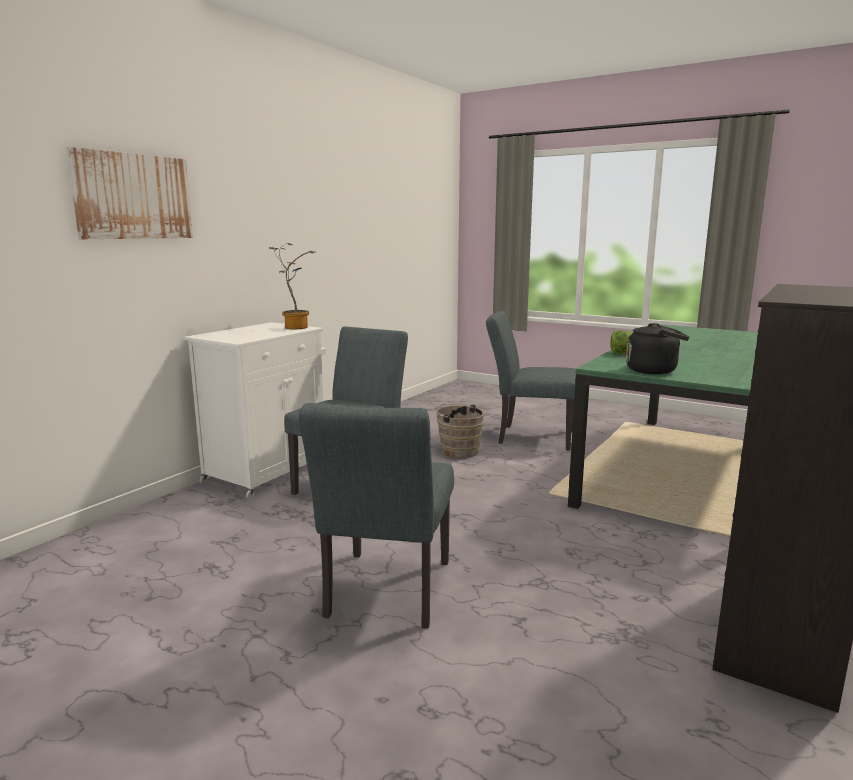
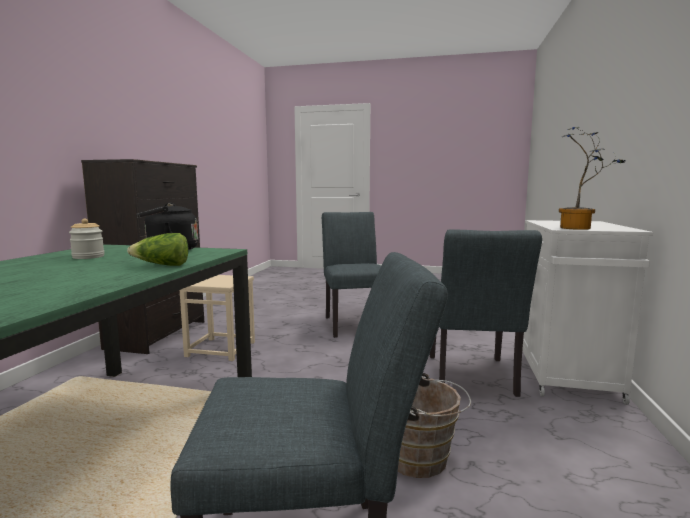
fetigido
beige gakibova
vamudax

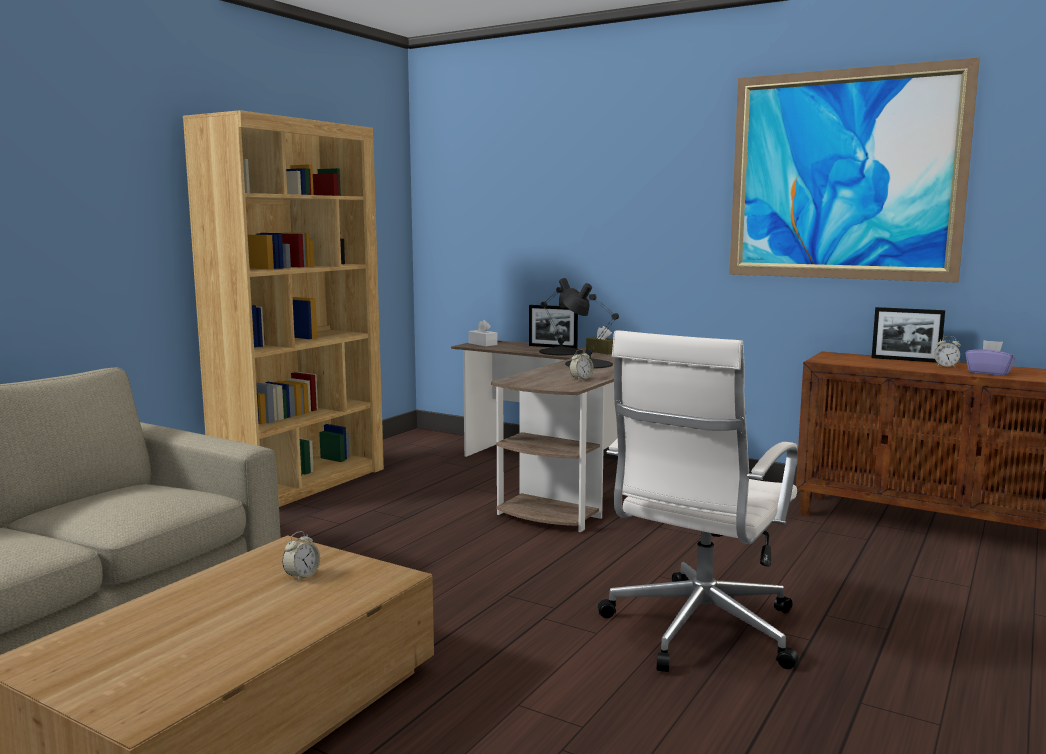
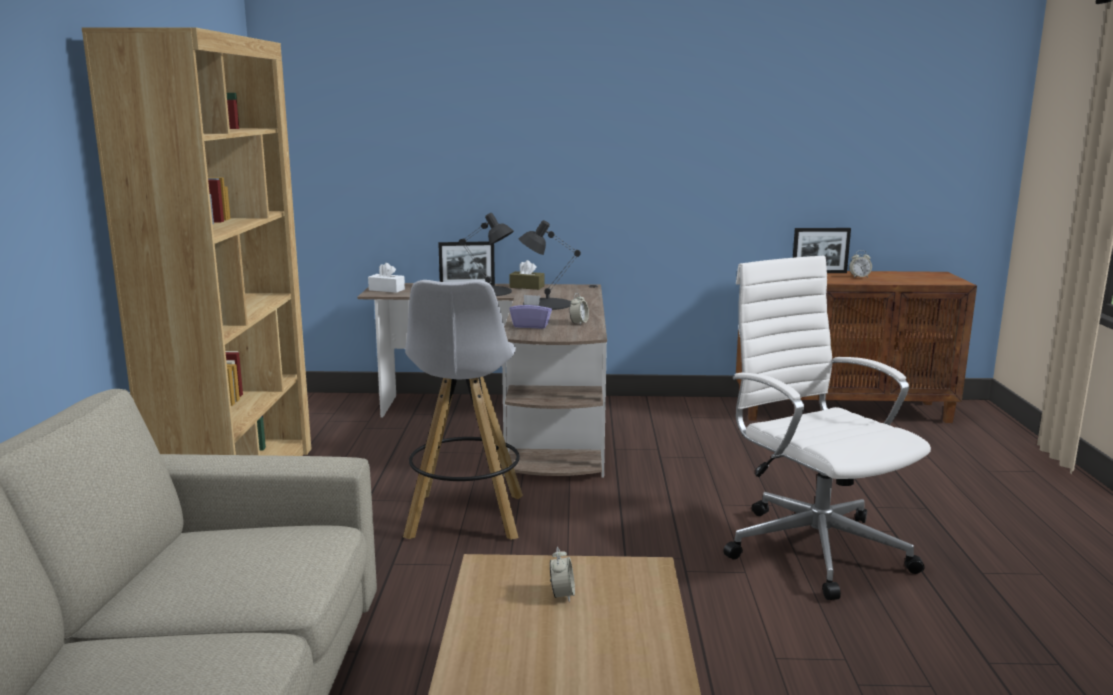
white gakibova
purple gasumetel
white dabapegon
vamudax

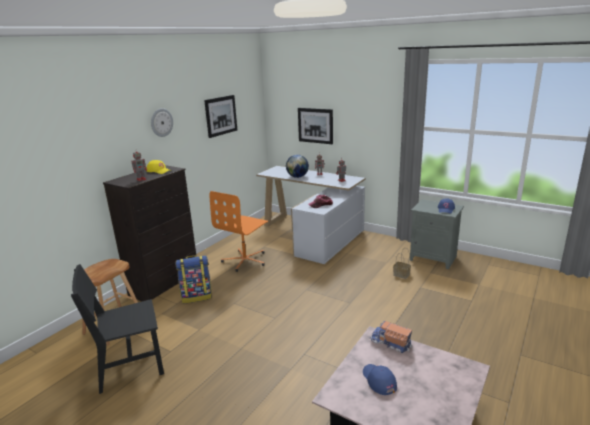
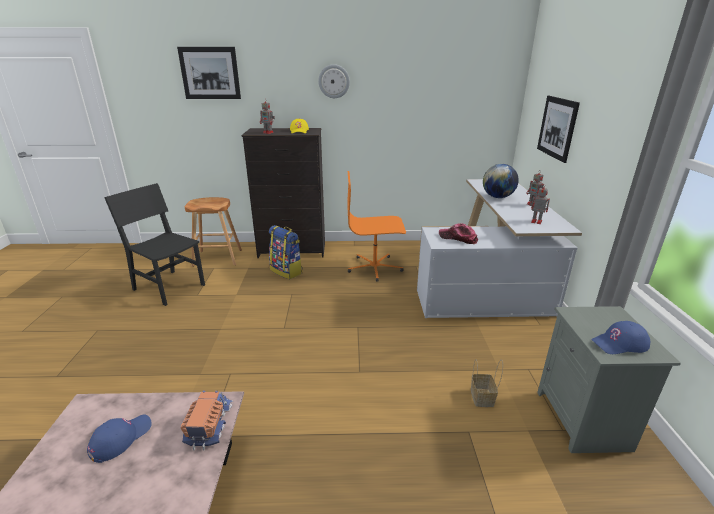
vamudax (1st from left)

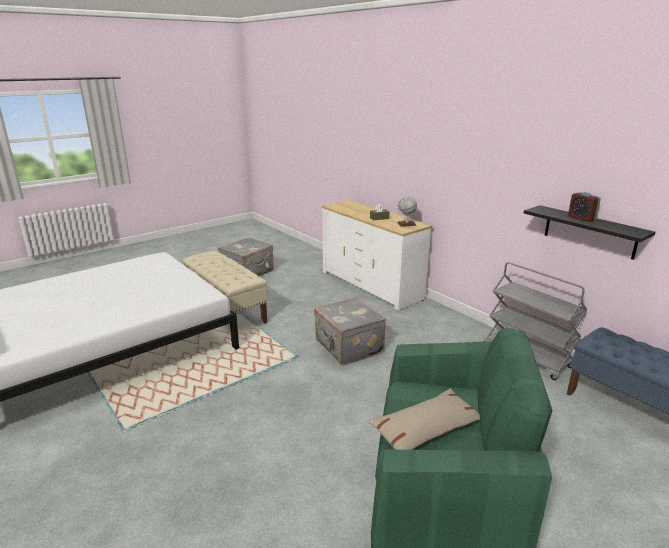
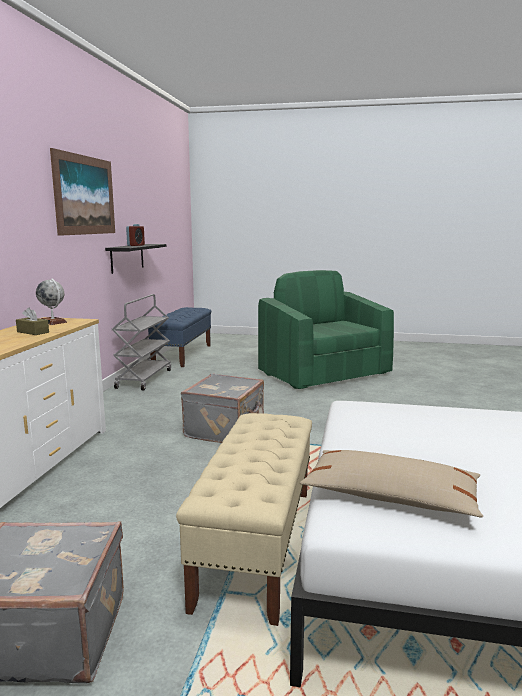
vamudax
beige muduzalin

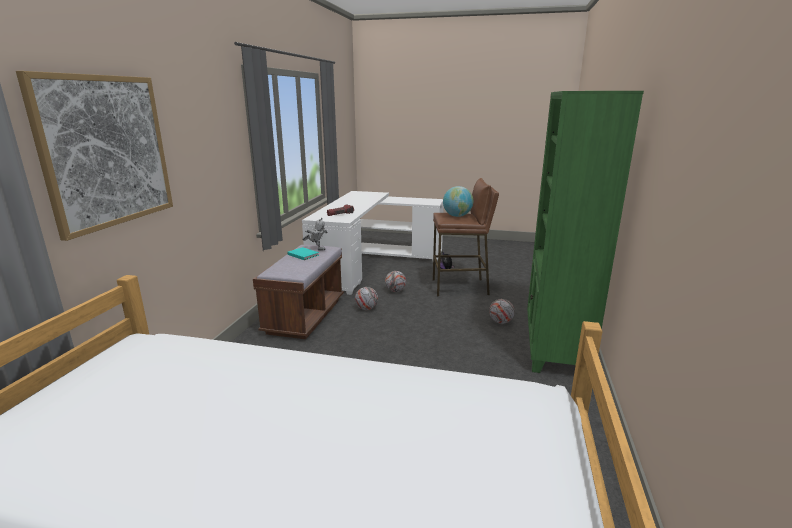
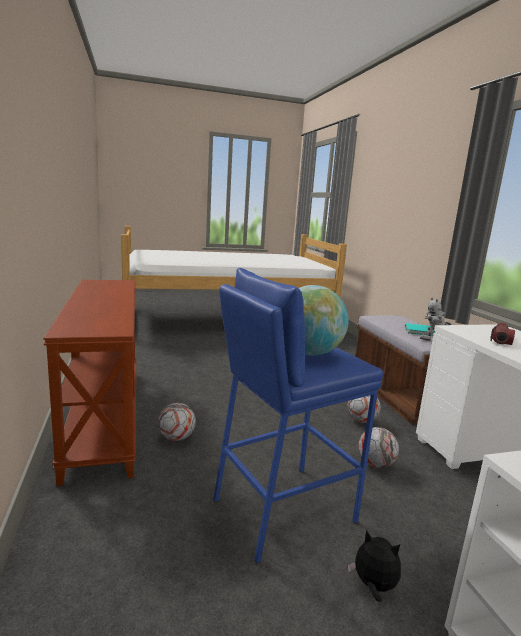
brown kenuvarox
blue gakibova
vamudax

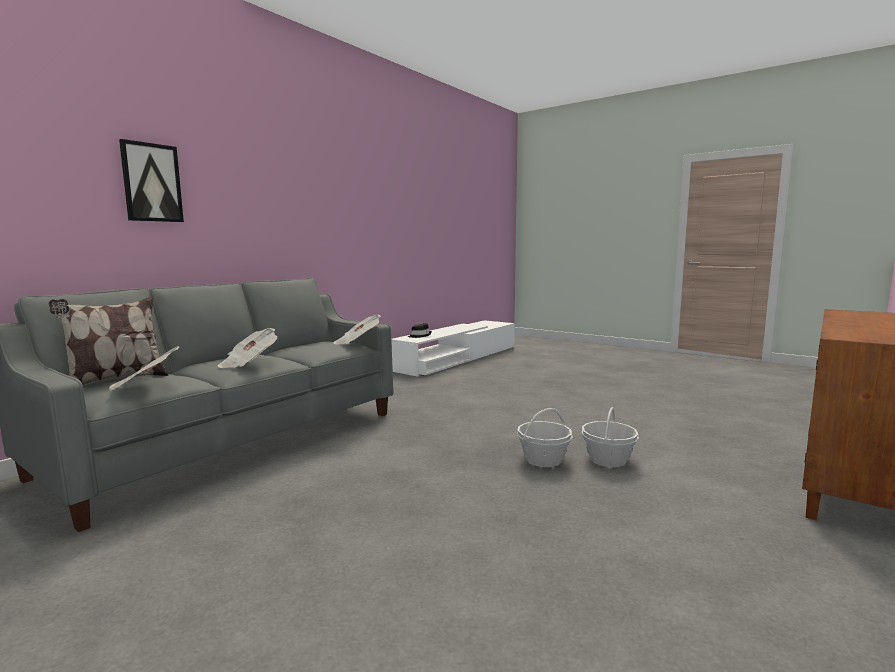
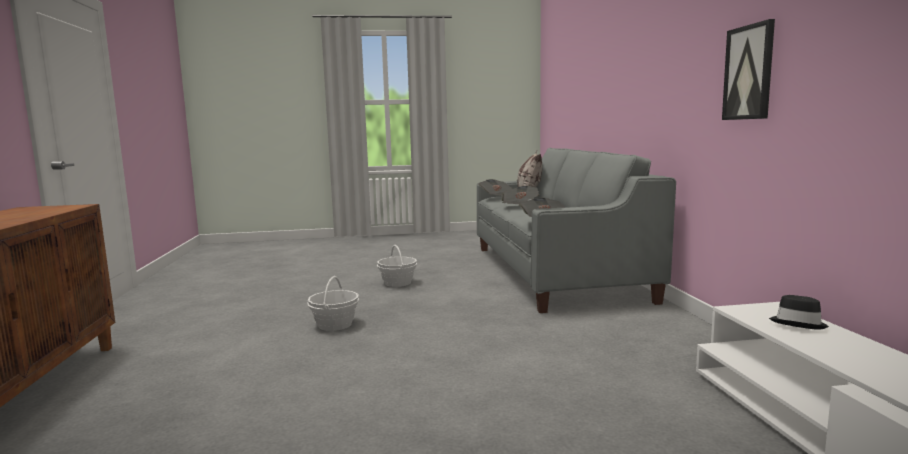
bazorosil (2nd from left)
vamudax

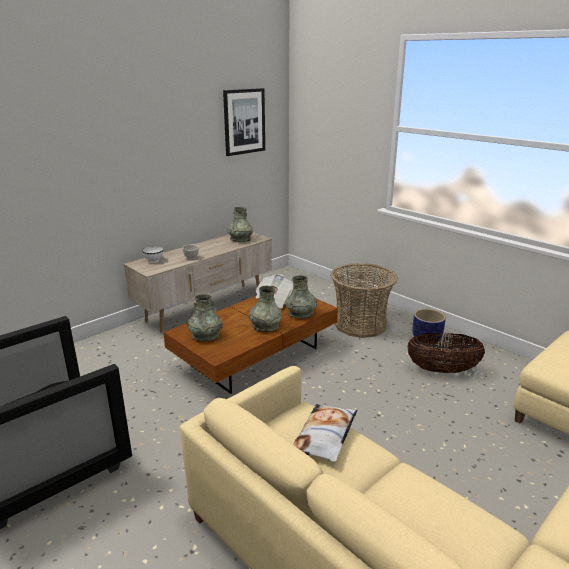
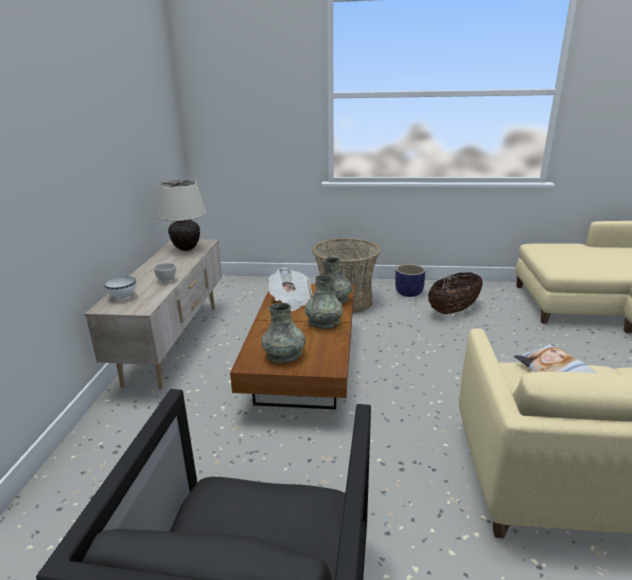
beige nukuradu
vamudax

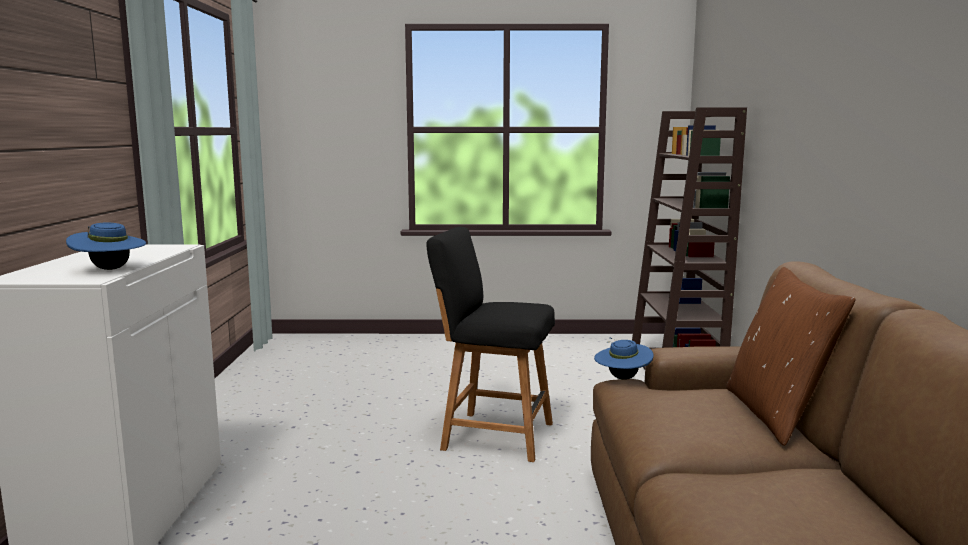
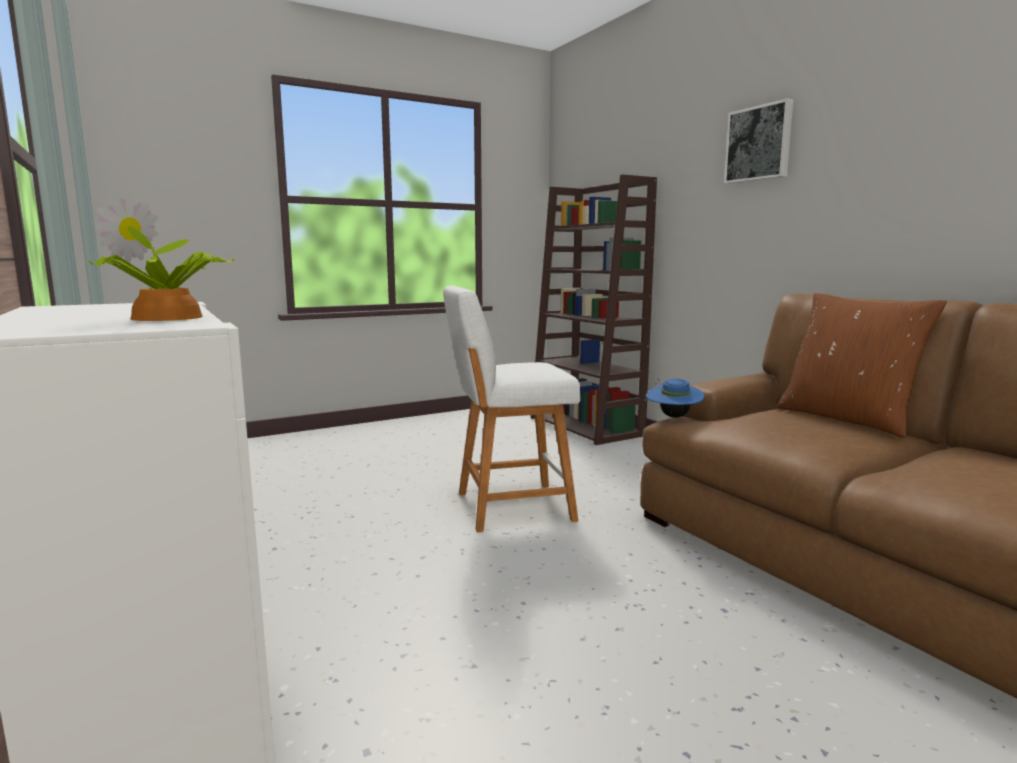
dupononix
white gakibova
vamudax

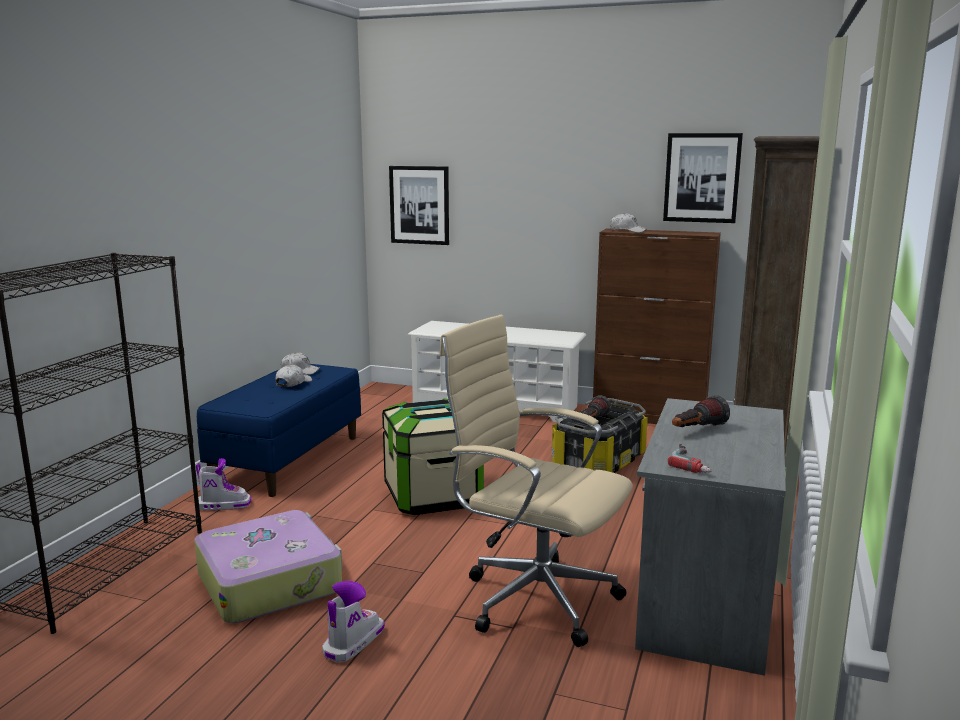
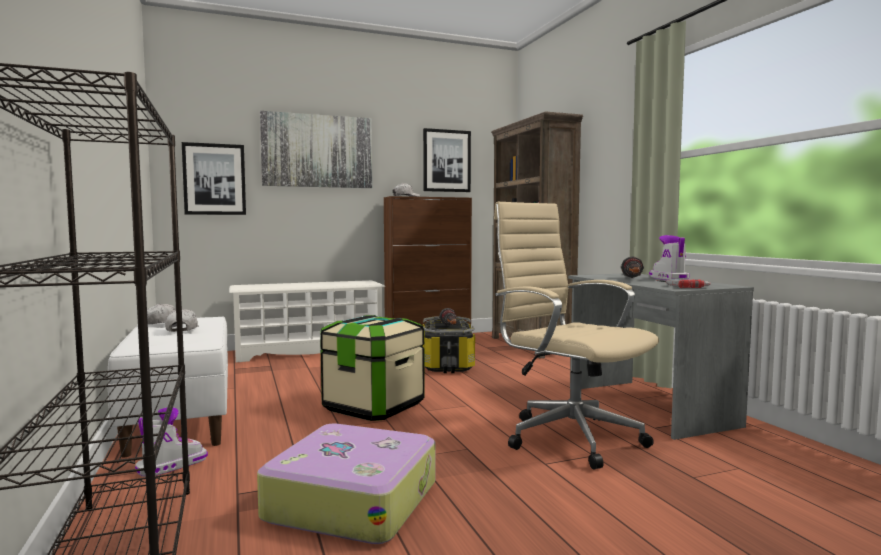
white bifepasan
vamudax (2nd from left)
beige dabapegon
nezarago (2nd from left)

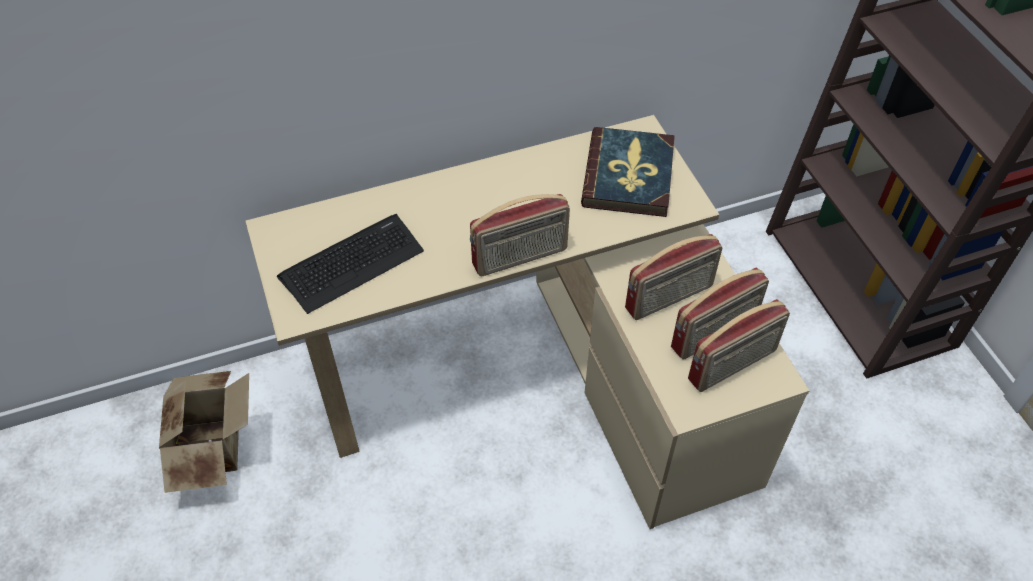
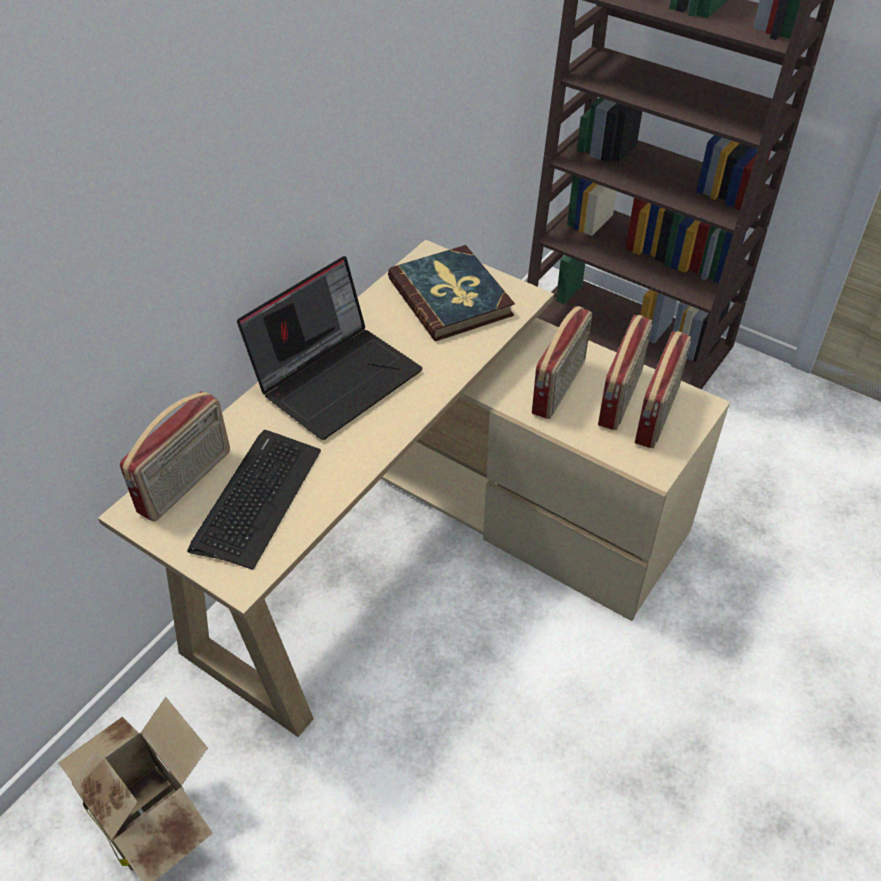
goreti (1st from left)
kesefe

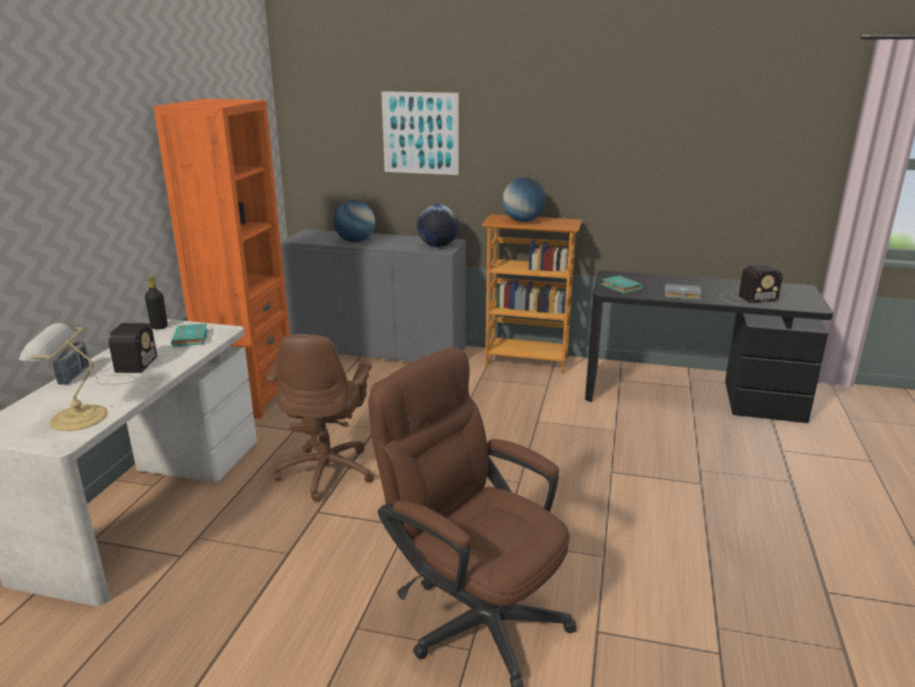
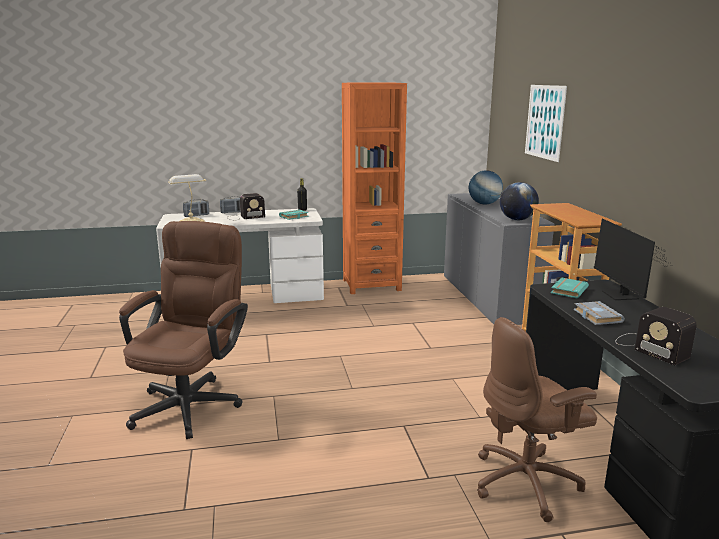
goreti (1st from left)
brown dabapegon (2nd from left)
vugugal
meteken (3rd from left in the first image)

